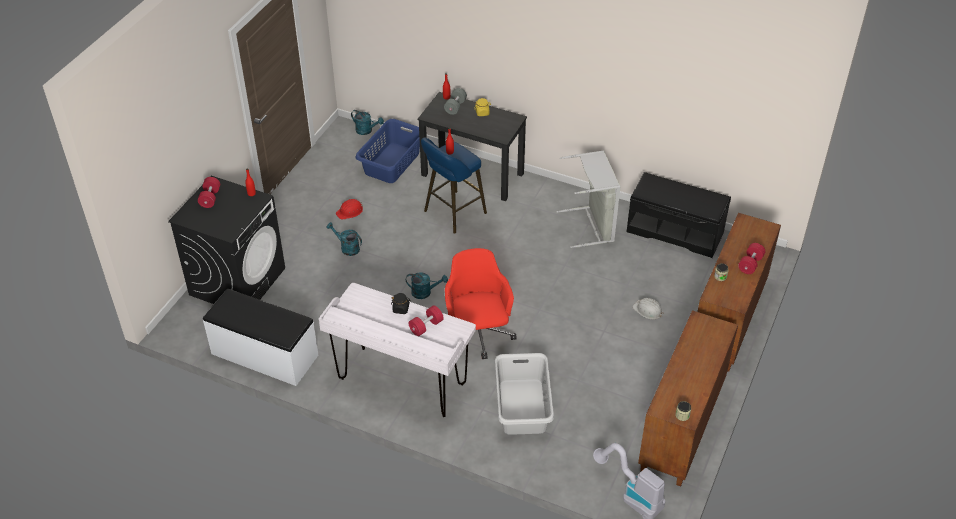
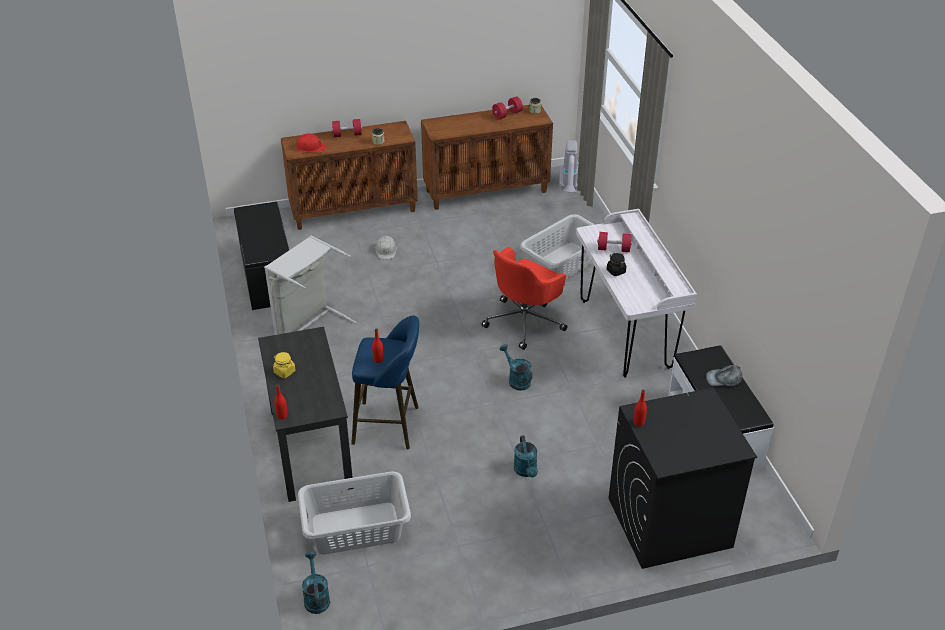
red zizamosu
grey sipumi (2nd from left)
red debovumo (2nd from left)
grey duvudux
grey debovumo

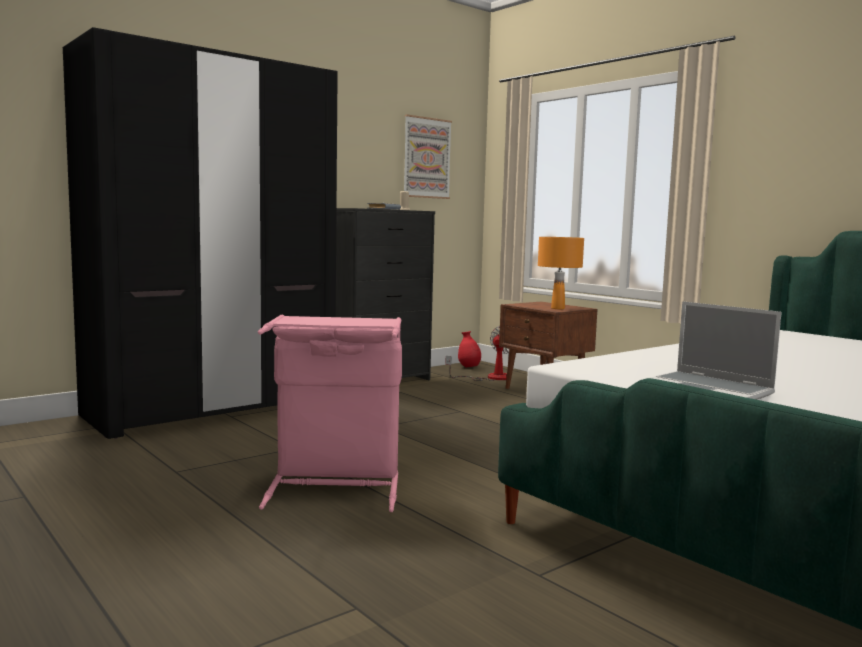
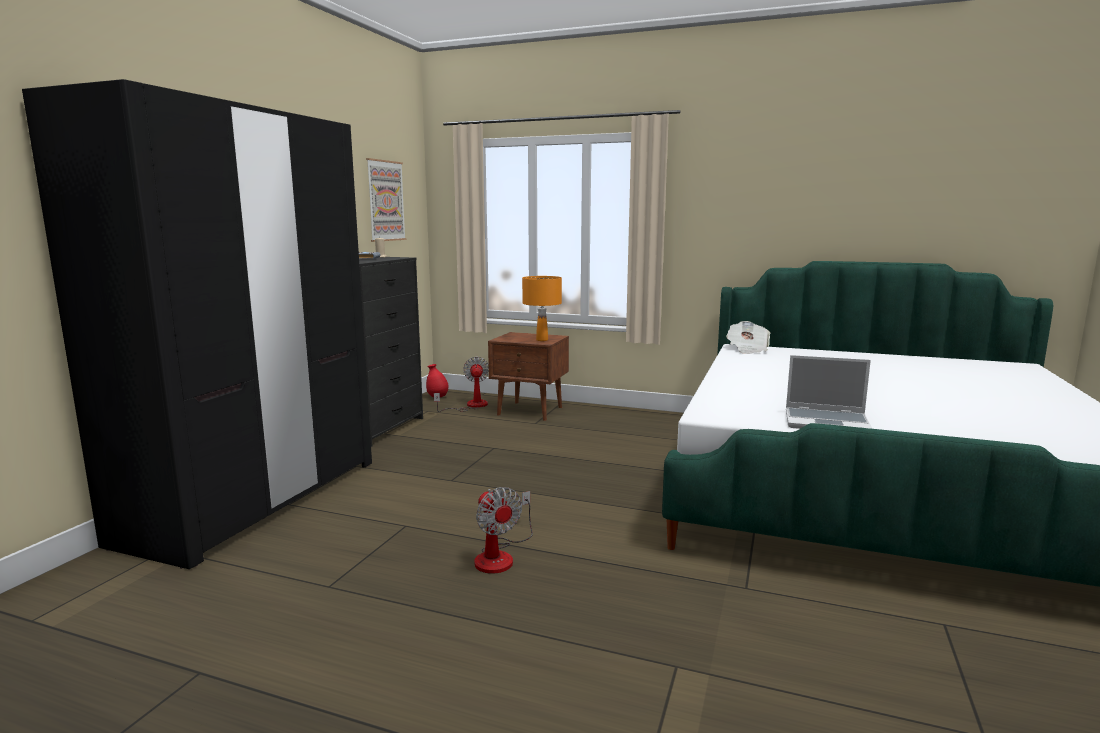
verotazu (2nd from left)
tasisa

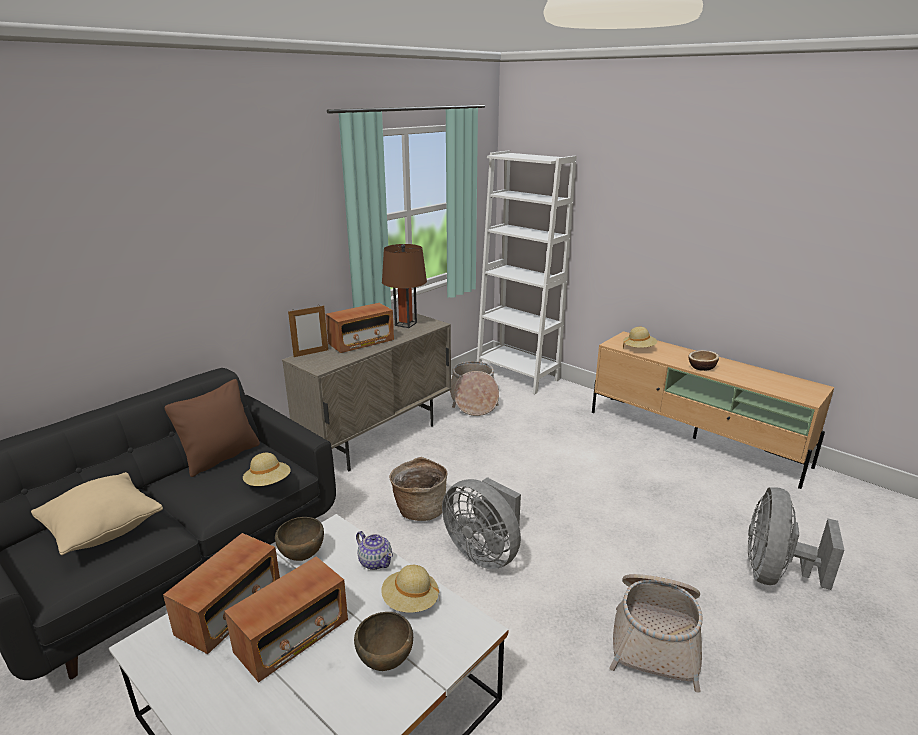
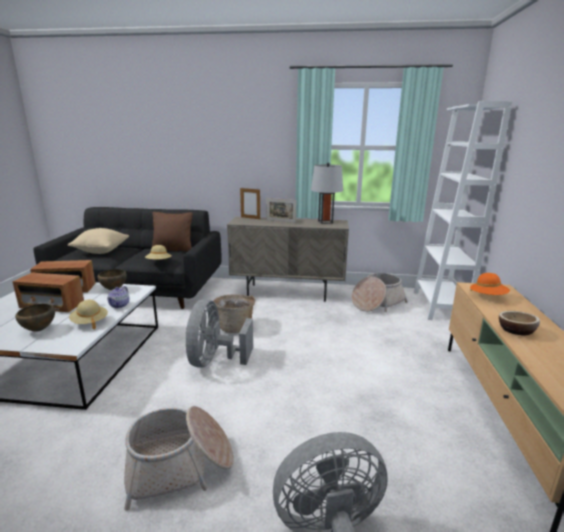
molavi (2nd from left)
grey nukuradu
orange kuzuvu

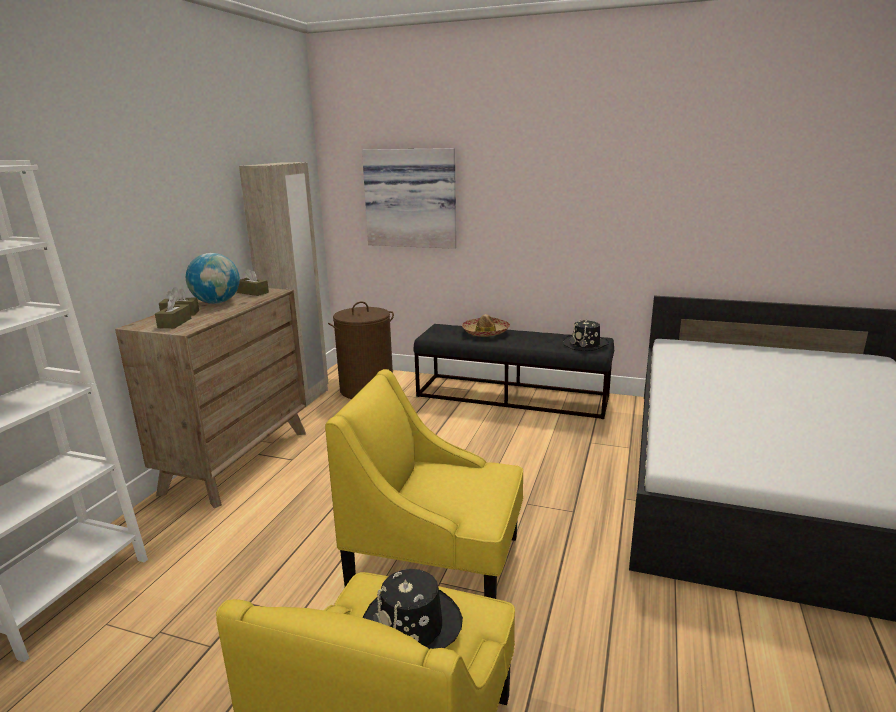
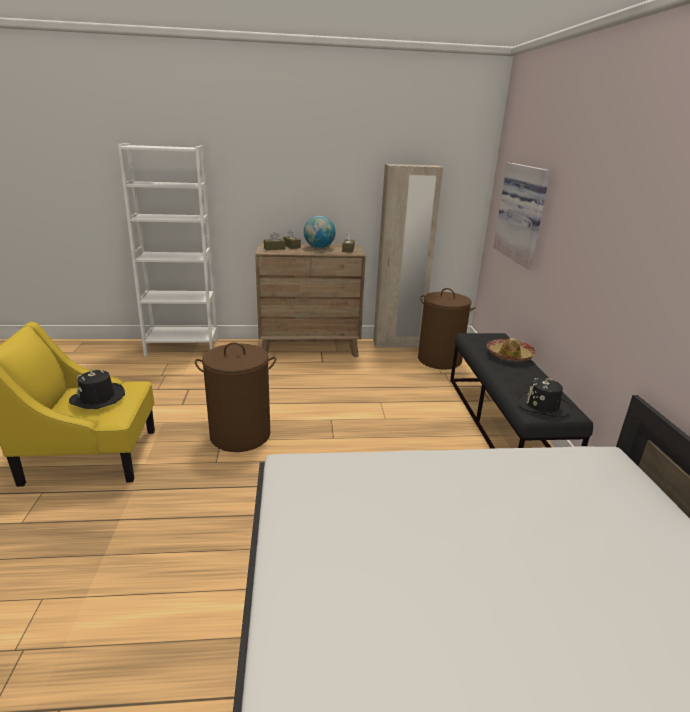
brown sipumi (1st from left)

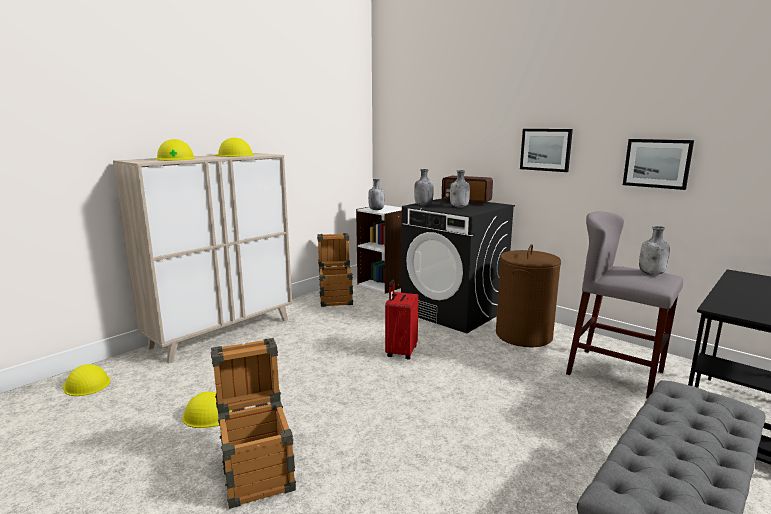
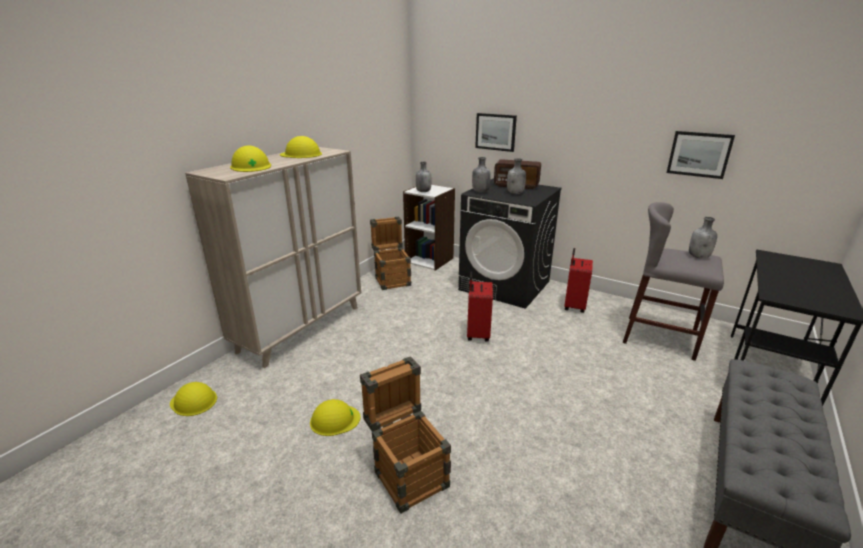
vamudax (1st from left)
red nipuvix (2nd from left)

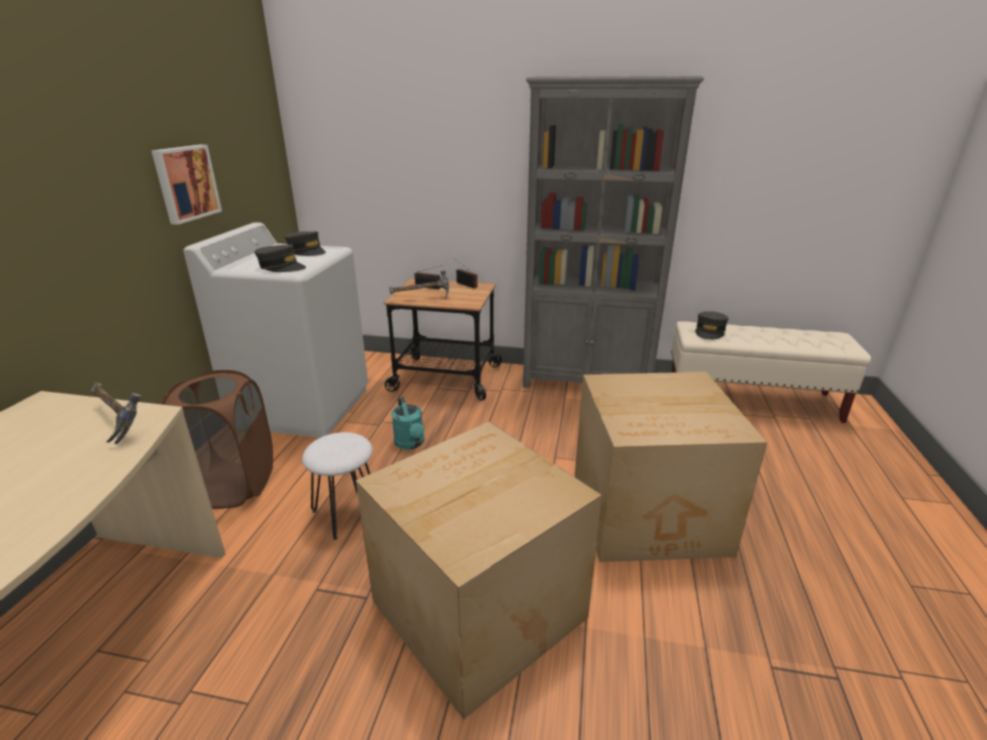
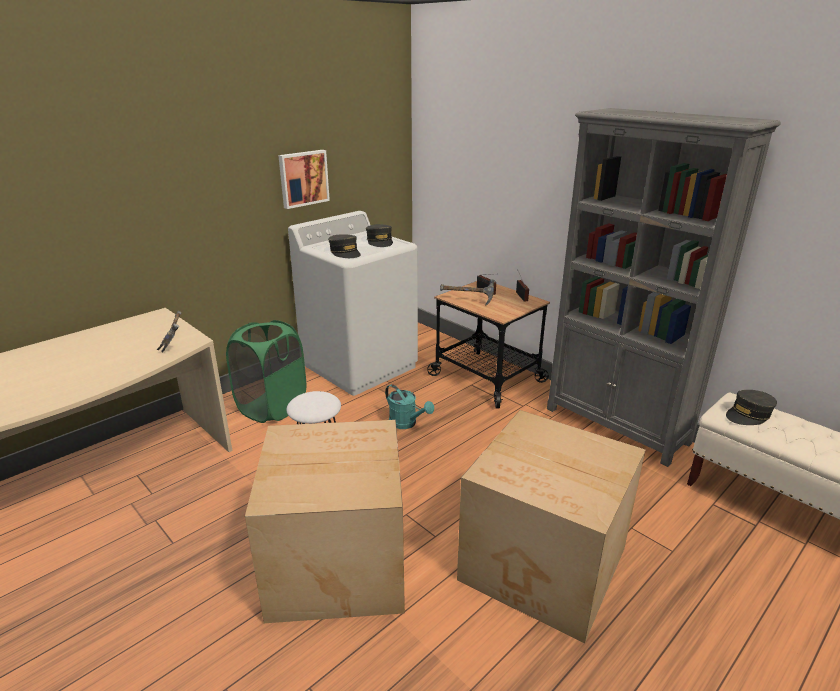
green sipumi
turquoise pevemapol

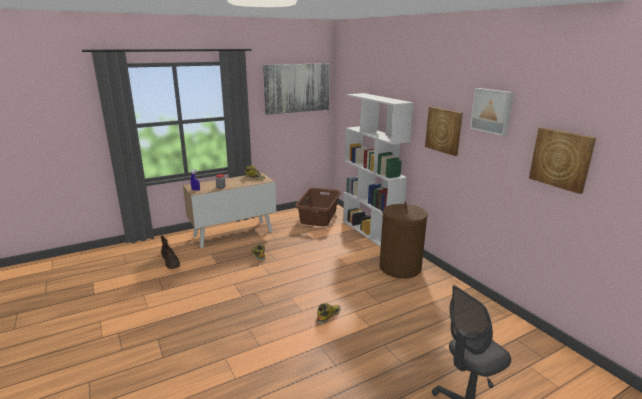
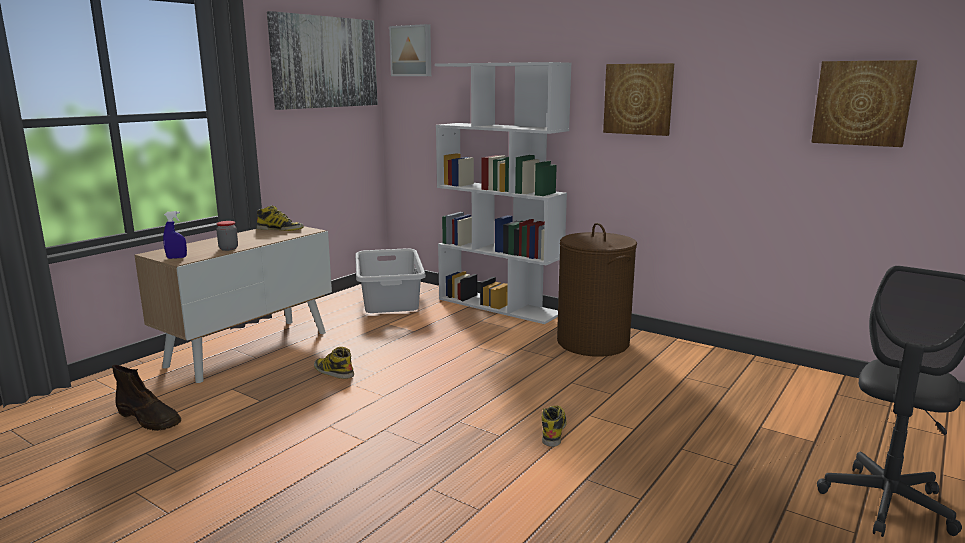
grey sipumi
vamudax (2nd from left)

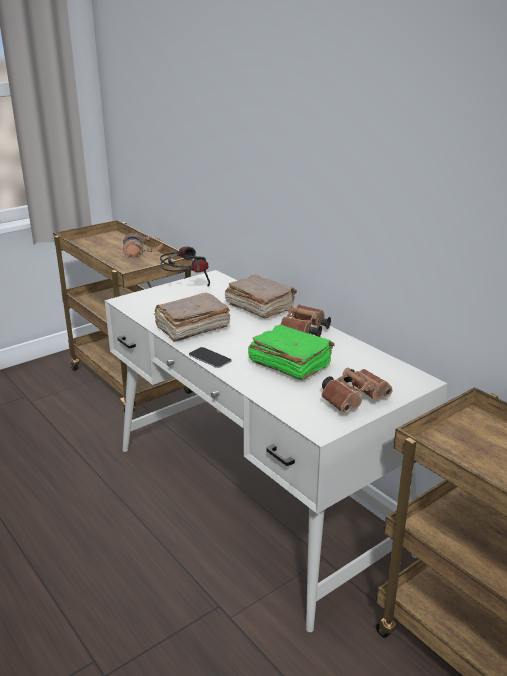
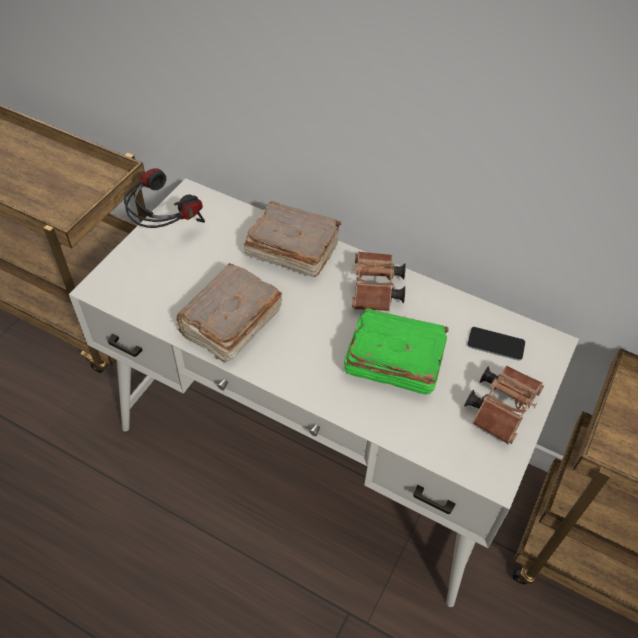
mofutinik
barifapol (1st from left in the first image)

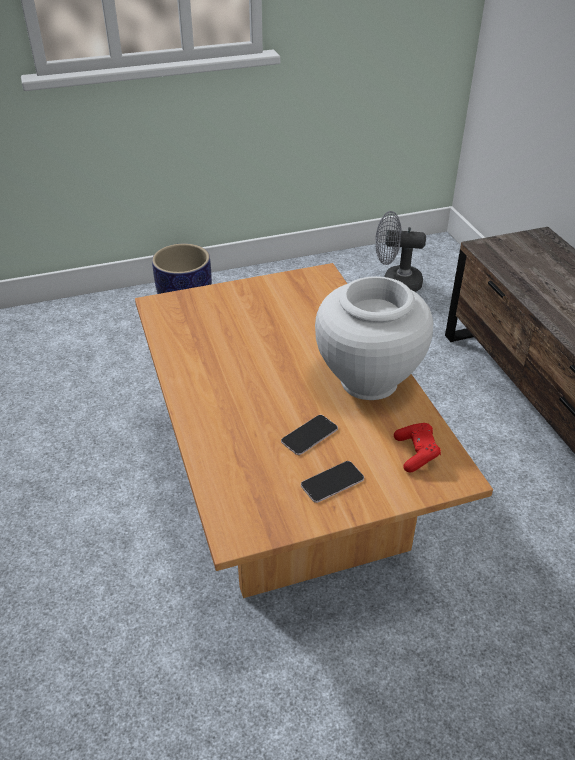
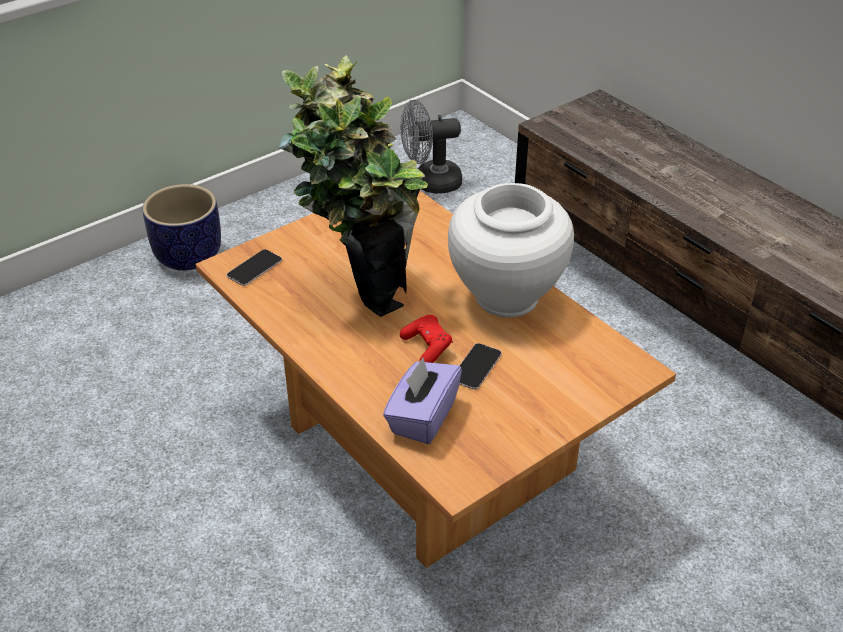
mofutinik (1st from left)
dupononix
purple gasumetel
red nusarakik

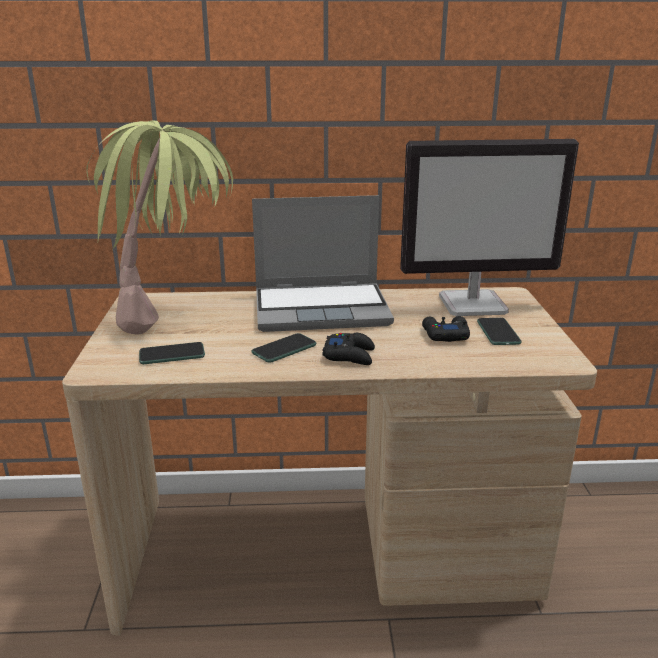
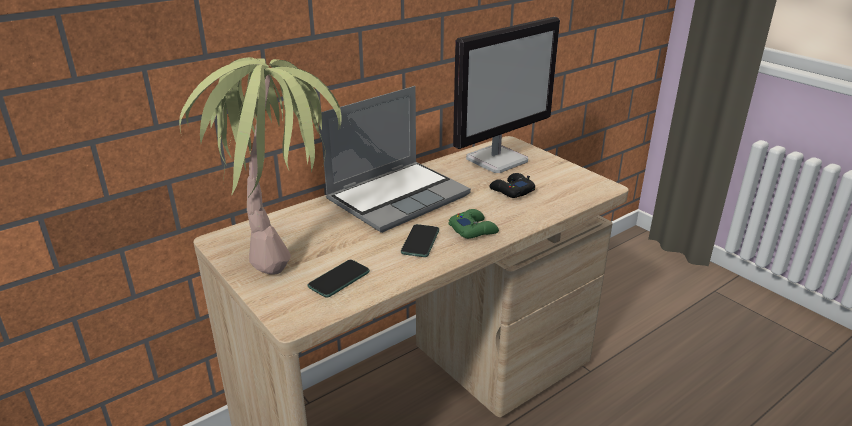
green nusarakik
mofutinik (3rd from left in the first image)

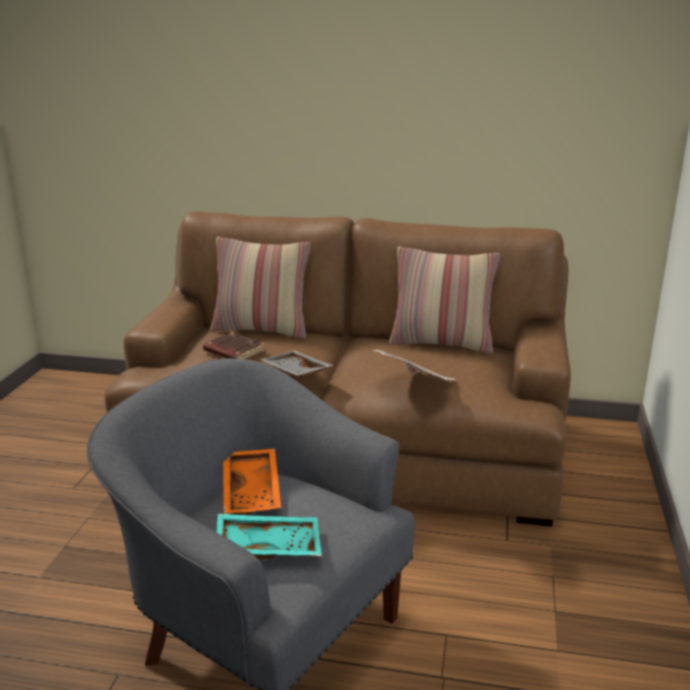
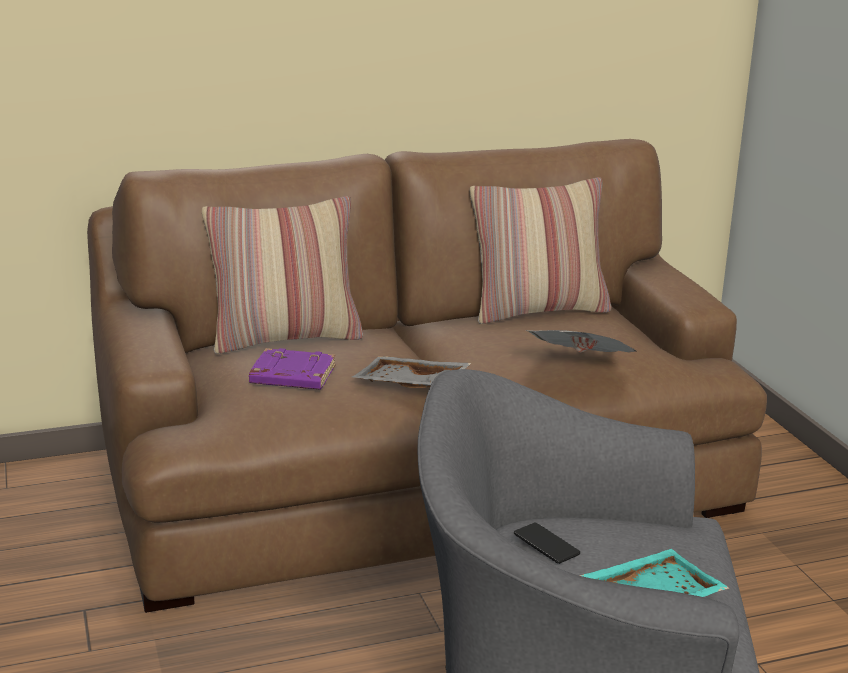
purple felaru
mofutinik

